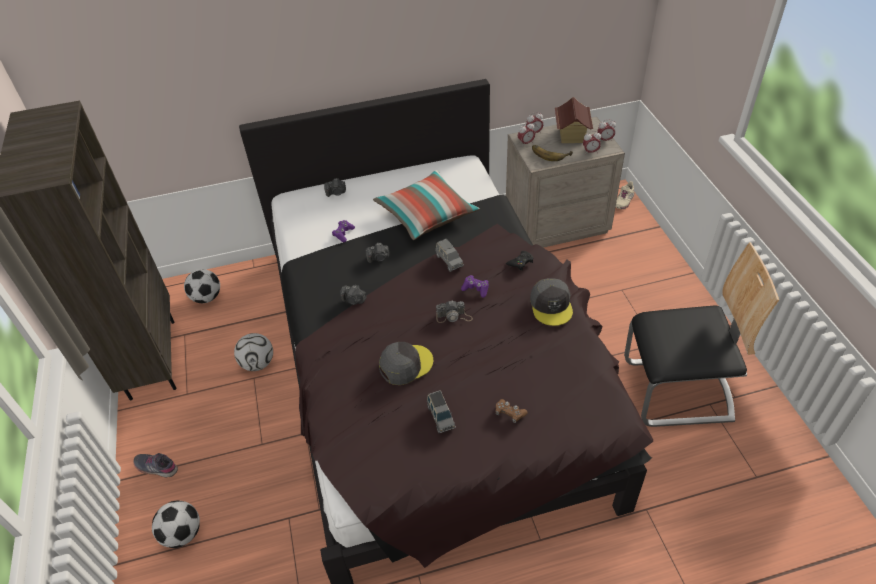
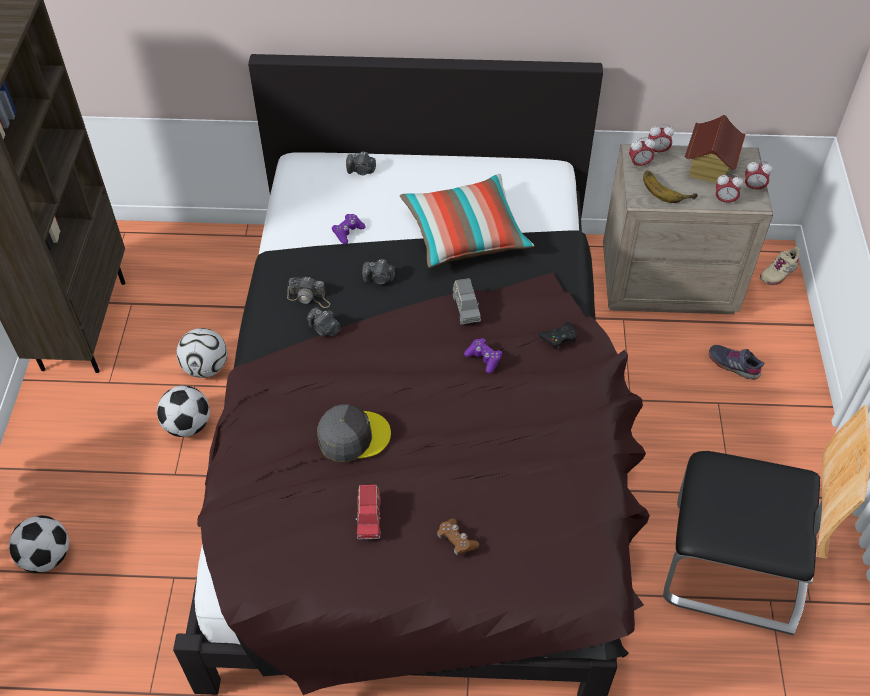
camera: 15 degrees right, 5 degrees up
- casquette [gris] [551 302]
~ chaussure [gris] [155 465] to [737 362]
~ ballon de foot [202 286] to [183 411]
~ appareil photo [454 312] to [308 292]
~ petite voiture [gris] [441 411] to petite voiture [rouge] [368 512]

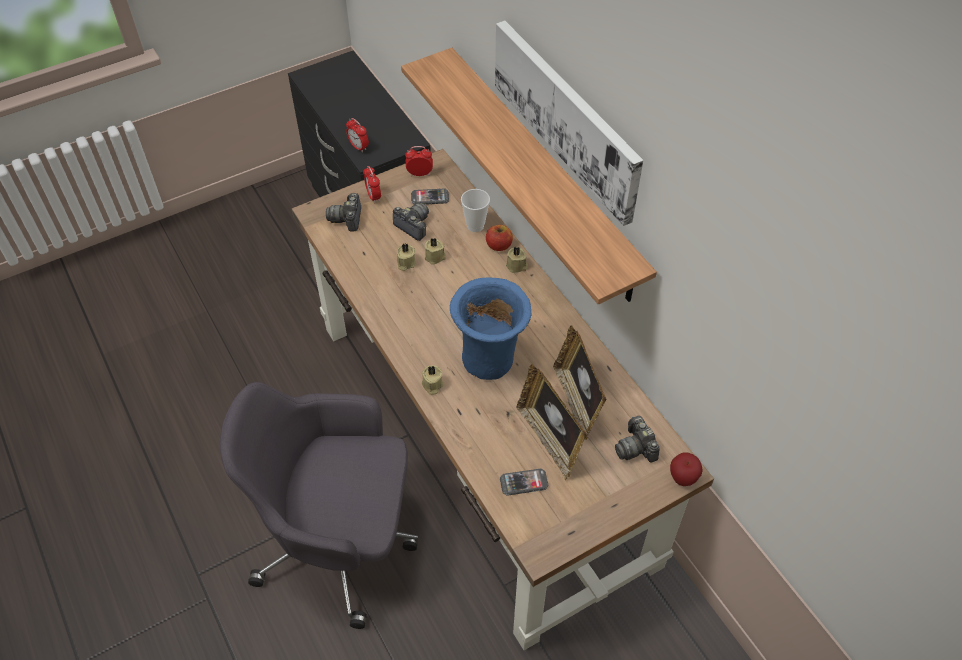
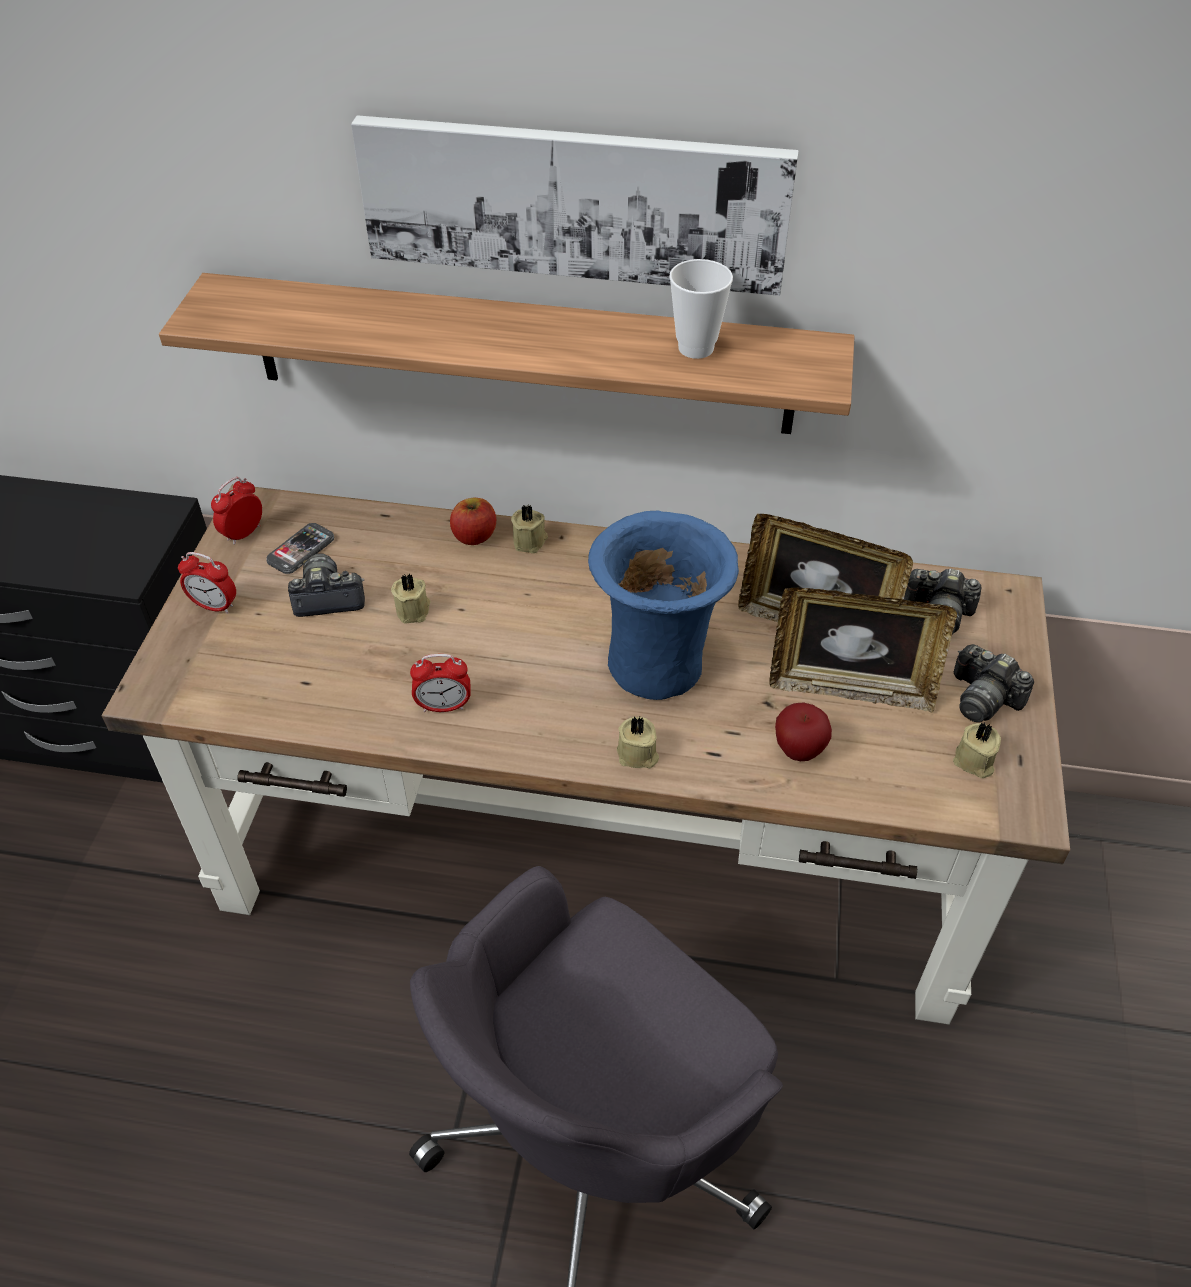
camera: 50 degrees left, 5 degrees down
- téléphone [524 482]
~ appareil photo [343 212] to [994 683]
~ réveil [357 135] to [440 683]
~ bougie [beige] [406 257] to [977 750]
~ tasse [475 210] to [701 309]
~ pomme [686 469] to [803 731]

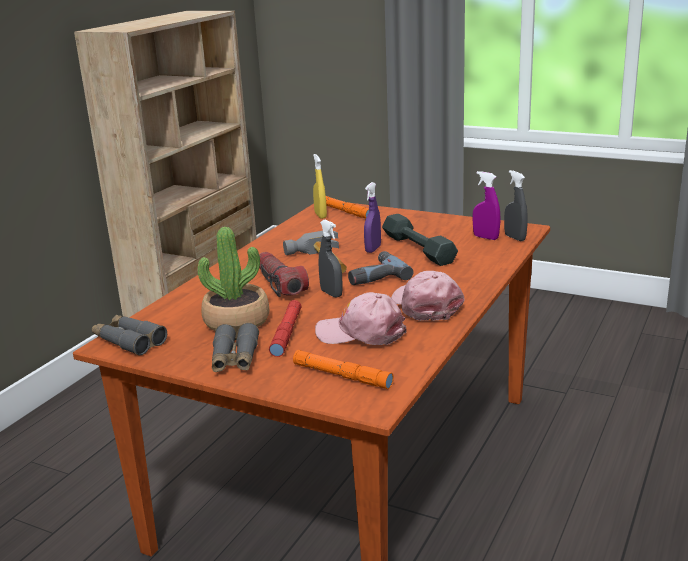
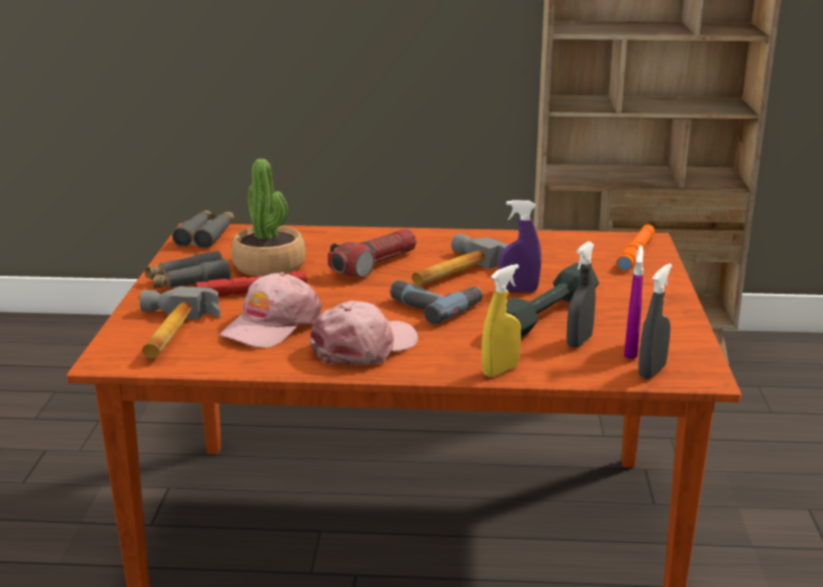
camera: 65 degrees right, 0 degrees up
~ vaporisateur [jaune] [320 186] to [501 320]
~ vaporisateur [gris] [330 259] to [581 294]
~ lampe de poche [orange] [343 369] to marteau [180 322]
~ casquette [rose] [361 318] = [271 310] 135 degrees counterclockwise

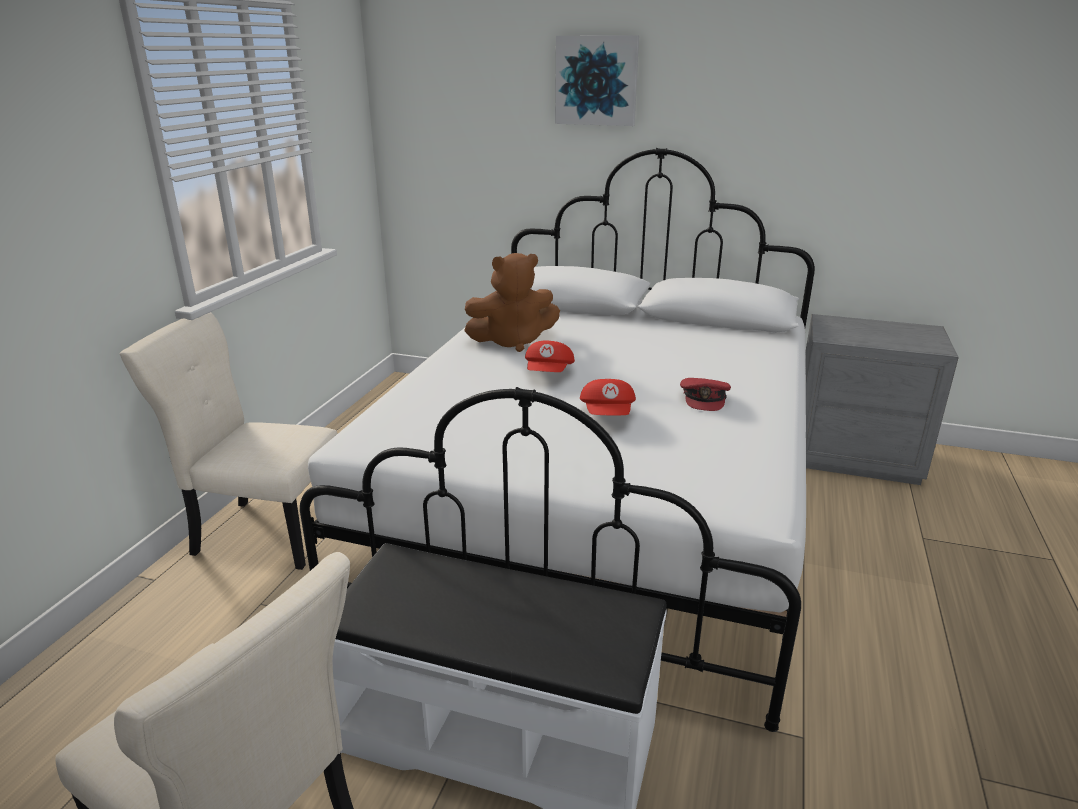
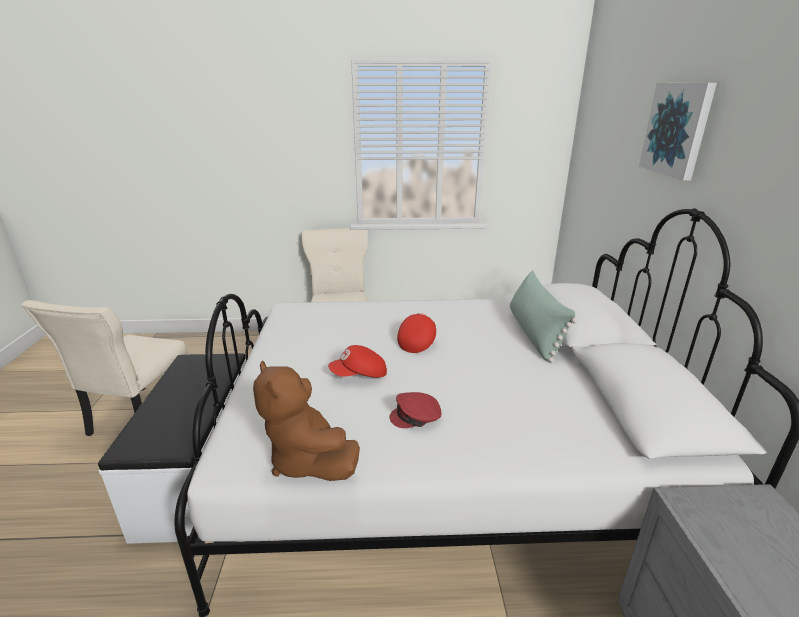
camera: 70 degrees right, 0 degrees up
+ coussin [vert] [544 316]
~ peluche [marron] [512 302] to [306 420]
~ casquette [rouge] [550 356] = [416 333] 120 degrees clockwise

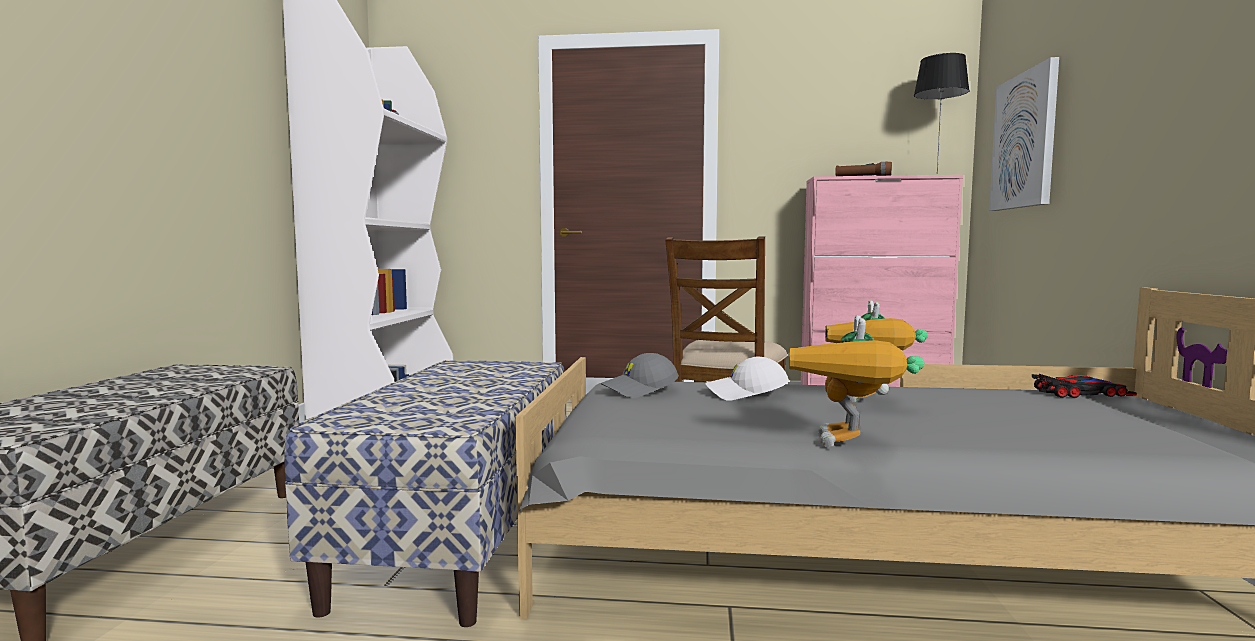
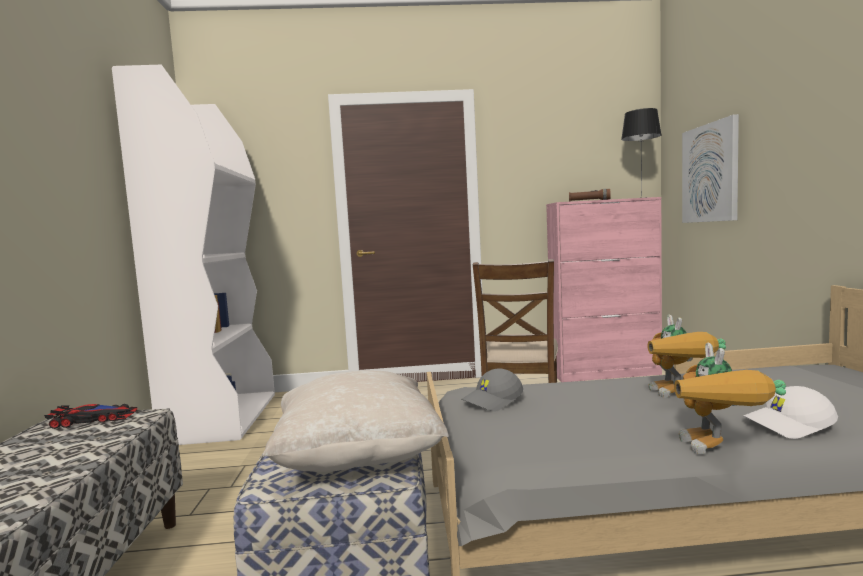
camera: 10 degrees left, 0 degrees up
+ coussin [beige] [356 421]
~ casquette [blanc] [747 378] to [790 412]
~ petite voiture [1084 386] to [91 416]

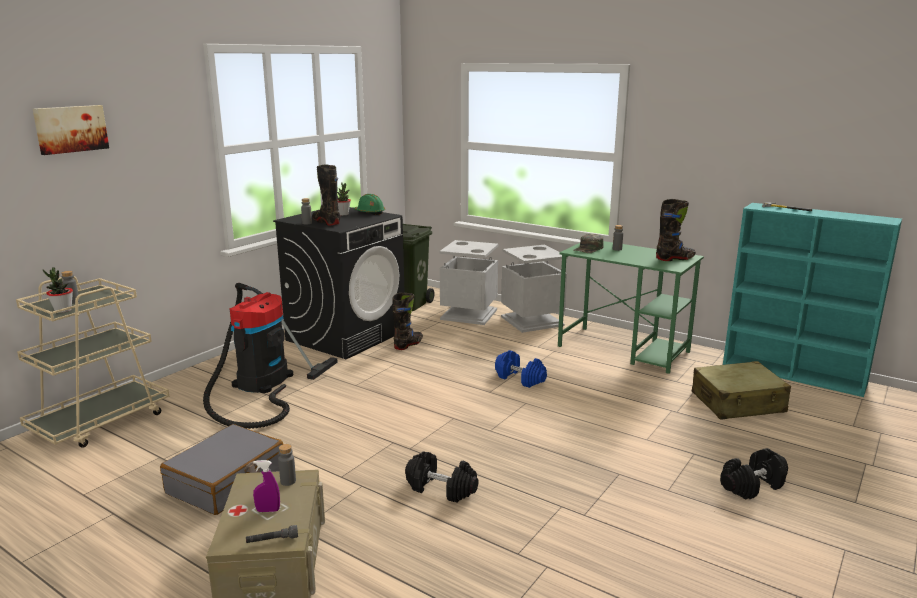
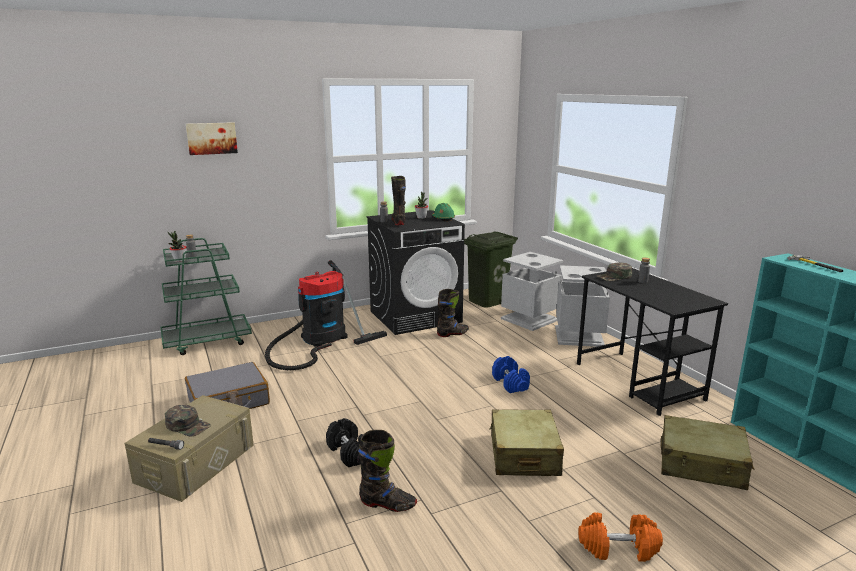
camera: 30 degrees right, 0 degrees up
- bouteille [gris] [287 465]
+ valise [beige] [526 442]
~ botte [noir] [676 230] to [387 471]
~ vaporisateur [violet] [266 486] to casquette [vert] [188 421]
~ chariot [beige] [92 362] to chariot [vert] [206 296]
~ bureau [vert] [631 307] to bureau [noir] [652 342]
~ haltère [noir] [754 474] to haltère [orange] [620 537]

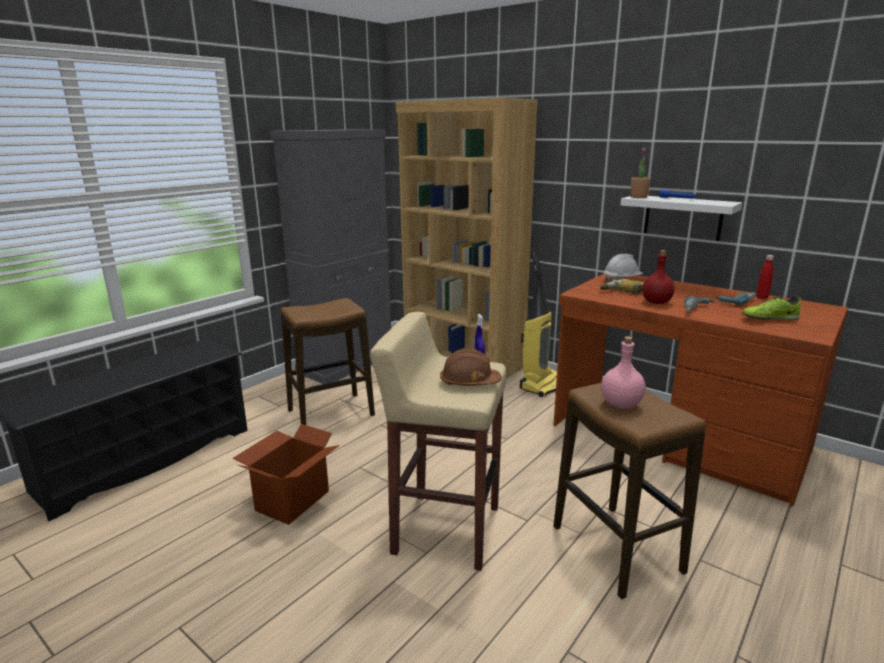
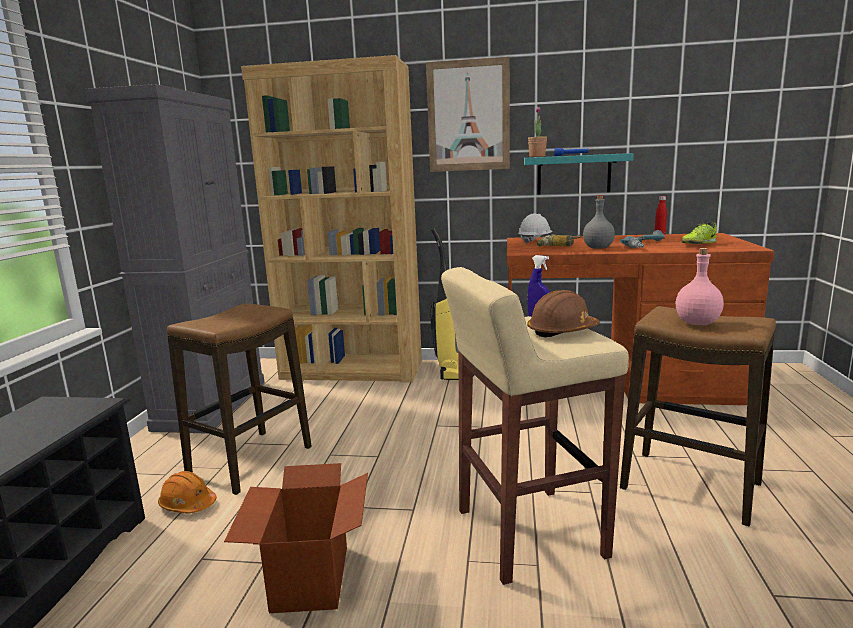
camera: 30 degrees left, 5 degrees down
+ casque de chantier [orange] [187 492]
+ tableau [468 114]
~ étagère [blanc] [681 218] to étagère [turquoise] [578 174]
~ bouteille [rouge] [658 277] to bouteille [gris] [599 222]

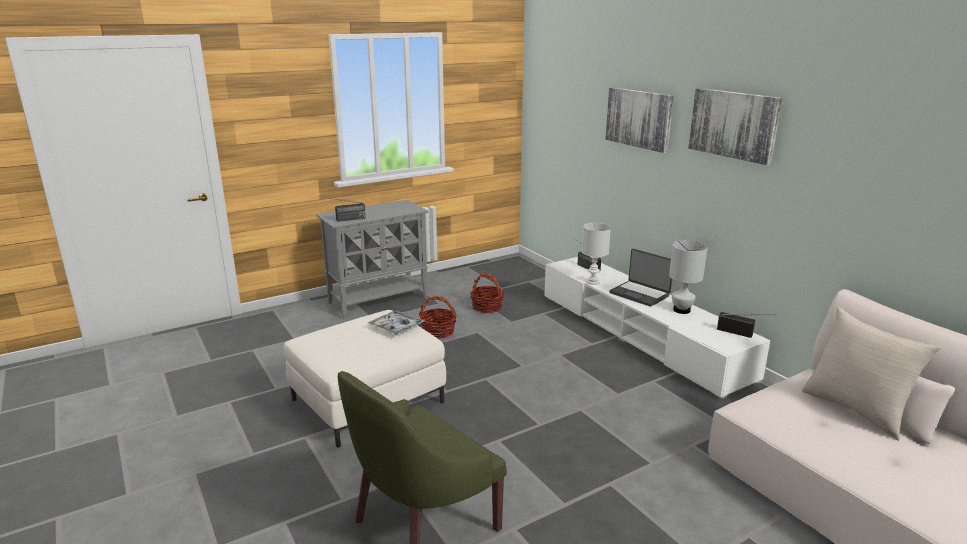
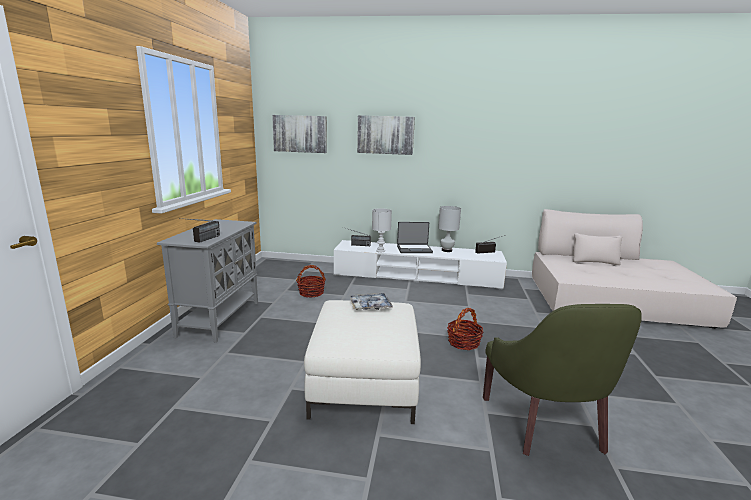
camera: 50 degrees left, 5 degrees down
- coussin [beige] [872 374]
~ panier [437 317] to [465 329]
~ tableau [735 126] to [299 134]

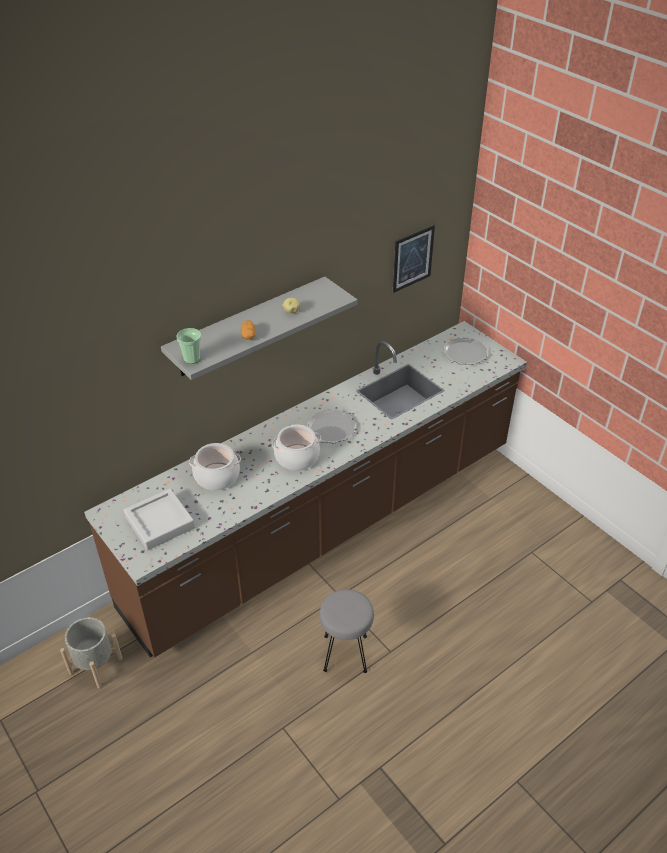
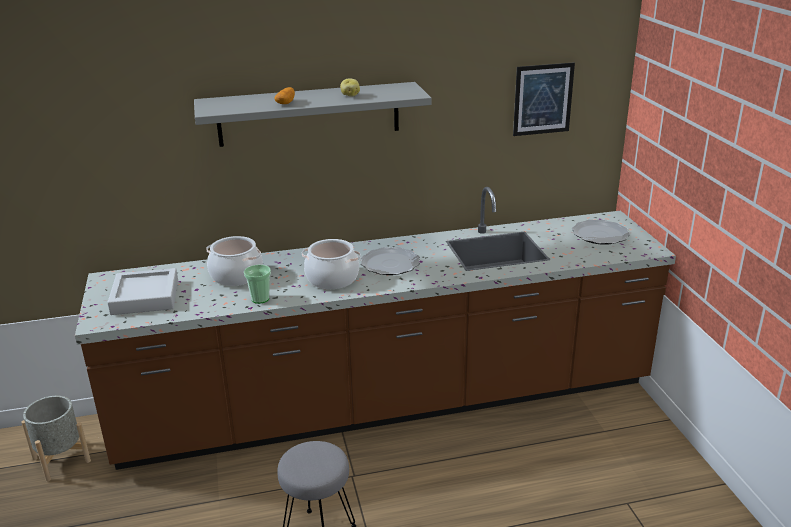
camera: 25 degrees right, 15 degrees down
~ tasse [188 346] to [257 284]

